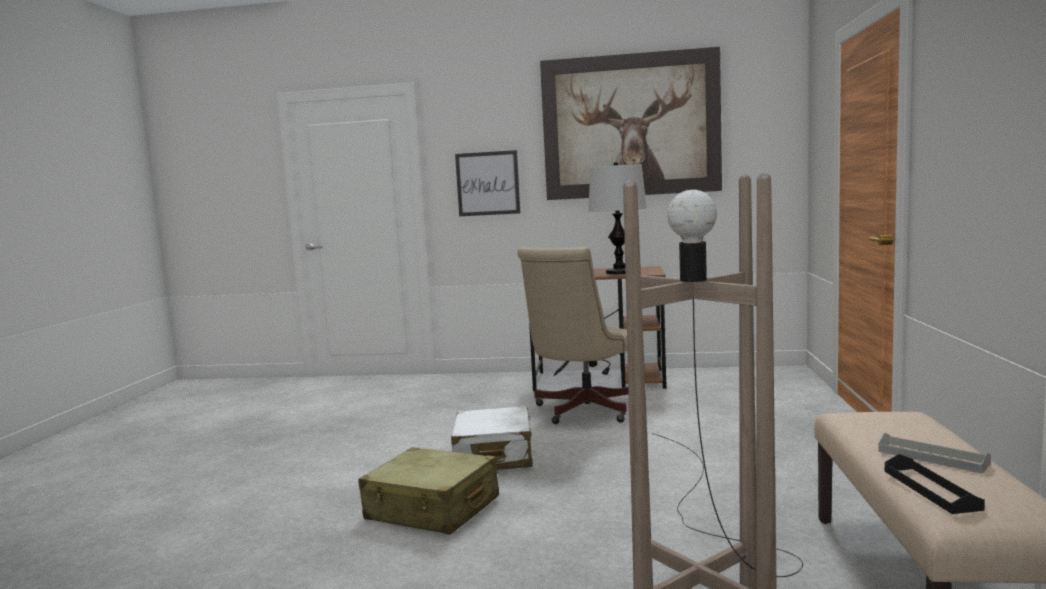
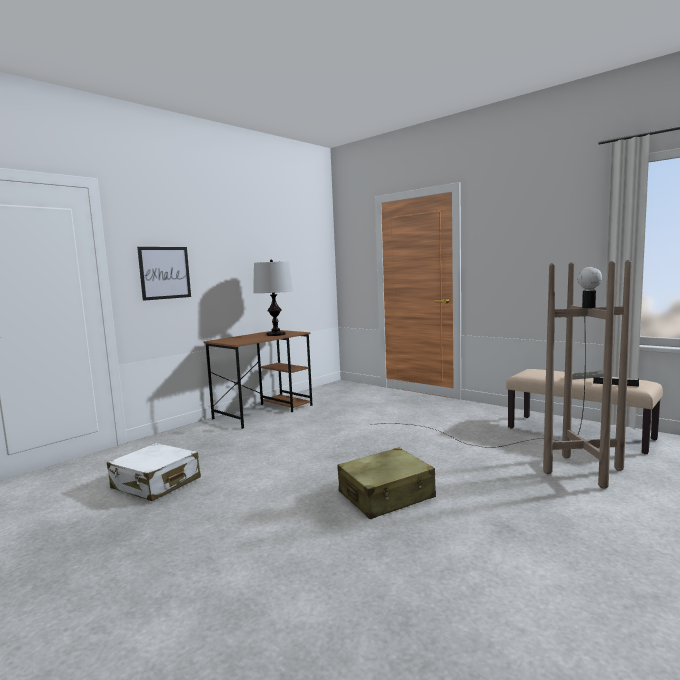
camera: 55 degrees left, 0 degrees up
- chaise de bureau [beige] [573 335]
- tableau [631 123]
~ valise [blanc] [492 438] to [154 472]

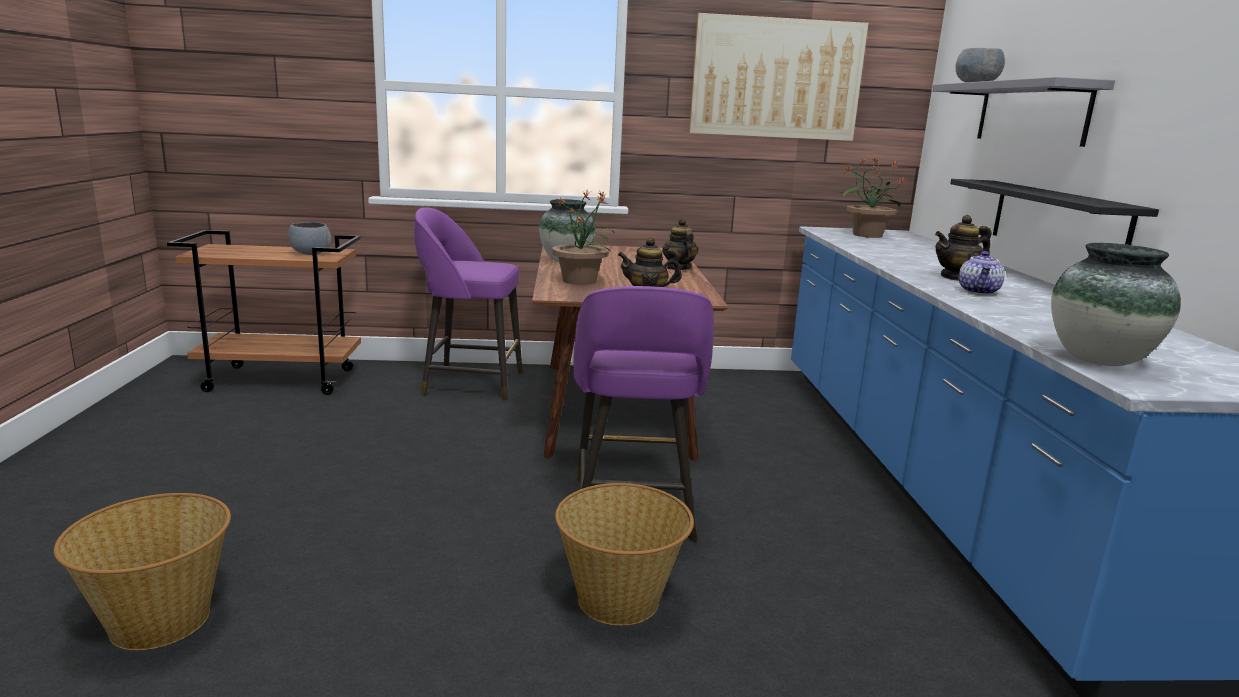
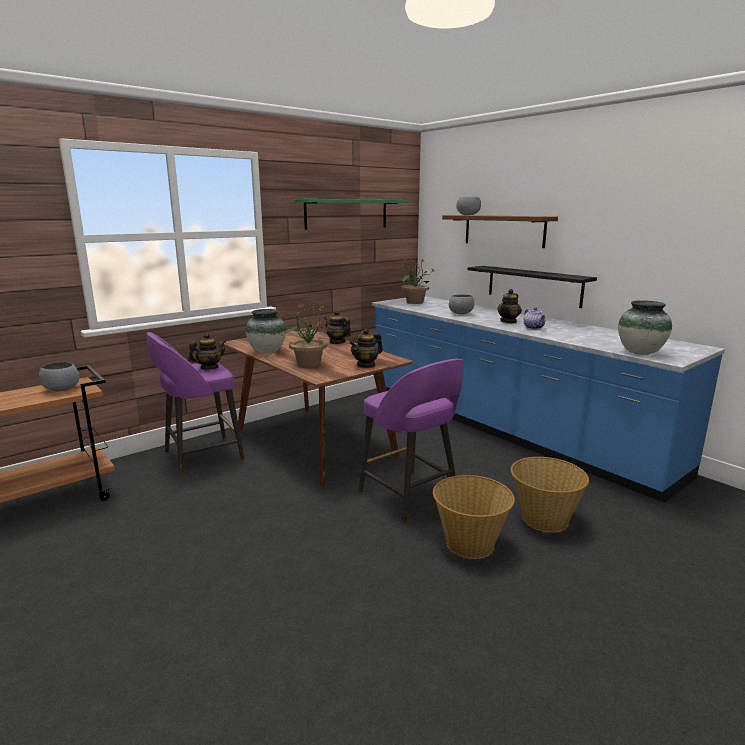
camera: 35 degrees left, 0 degrees up
+ théière [207 351]
+ bol [gris] [461 304]
~ panier [142 571] to [550 494]
~ tableau [779 77] to étagère [vert] [351 214]
~ étagère [gris] [1024 112] to étagère [marron] [500 231]

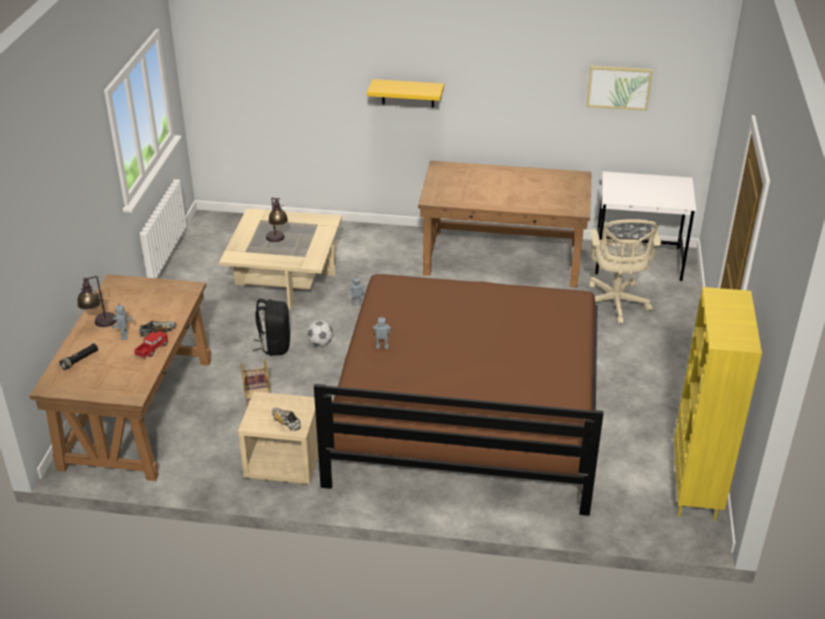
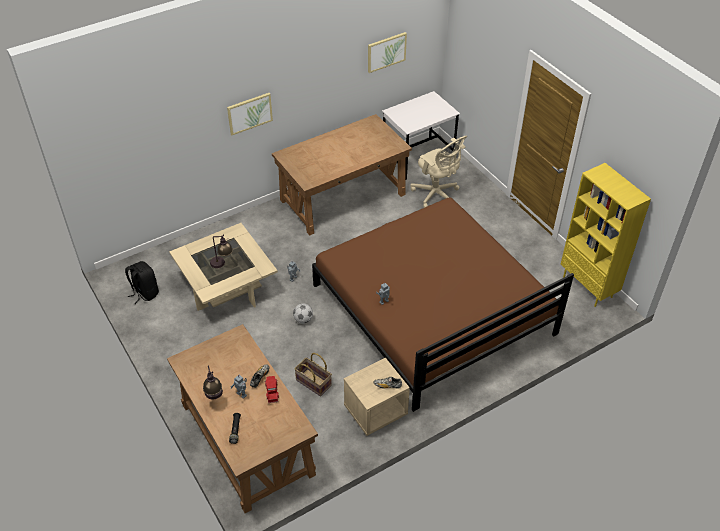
camera: 40 degrees left, 10 degrees up
~ sac à dos [noir] [271 327] to [142 282]
~ étagère [jaune] [405 93] to tableau [250 114]

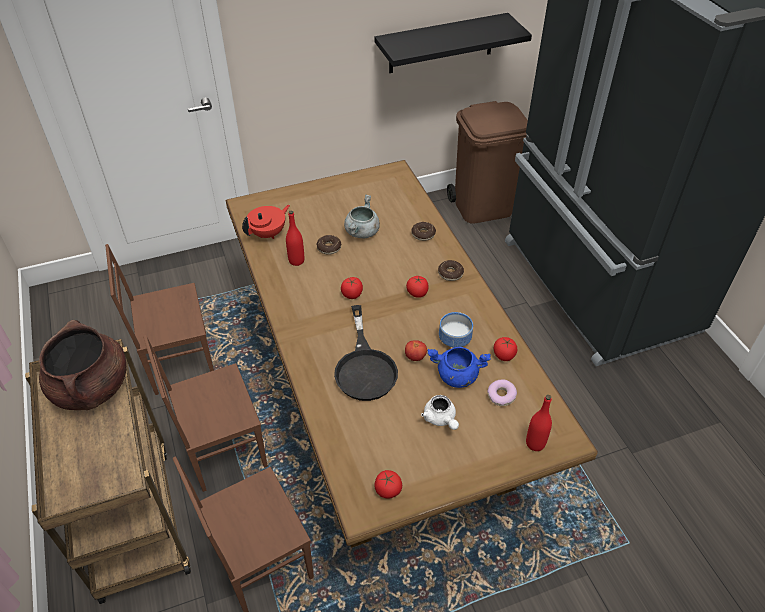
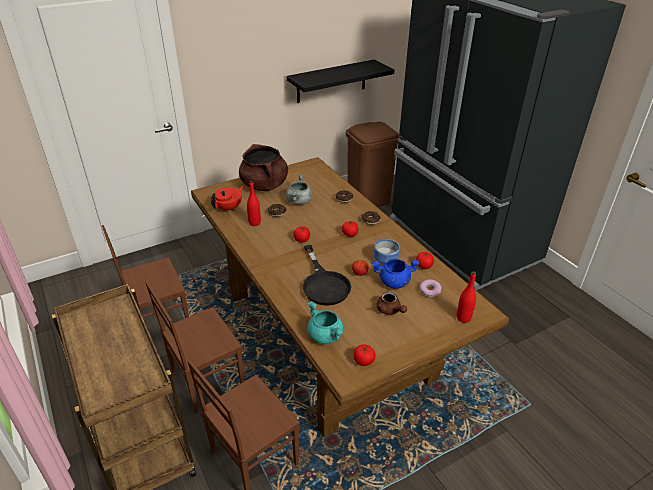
camera: 10 degrees left, 10 degrees down
+ marmite [turquoise] [325 322]
~ marmite [marron] [82 365] to [263 167]
~ théière [blanc] [440 412] to théière [marron] [392 303]

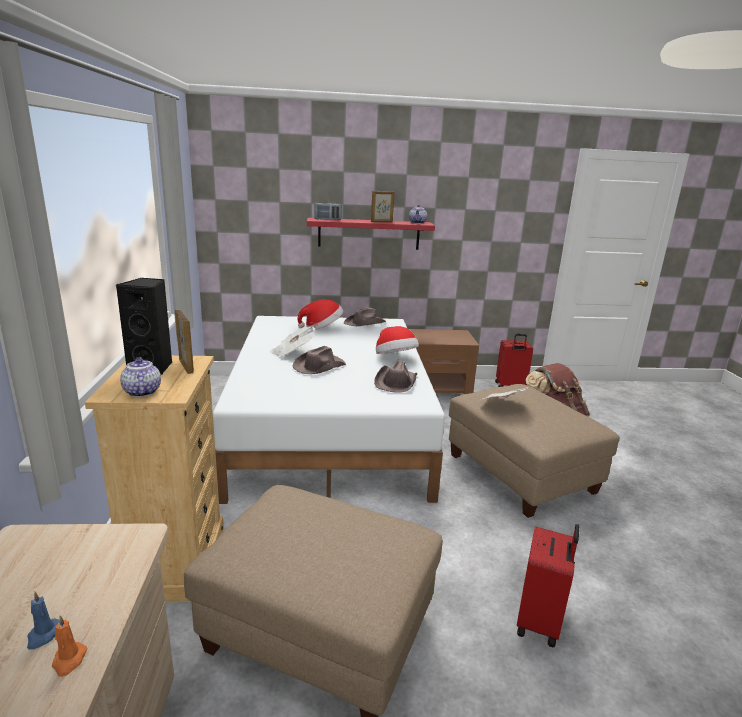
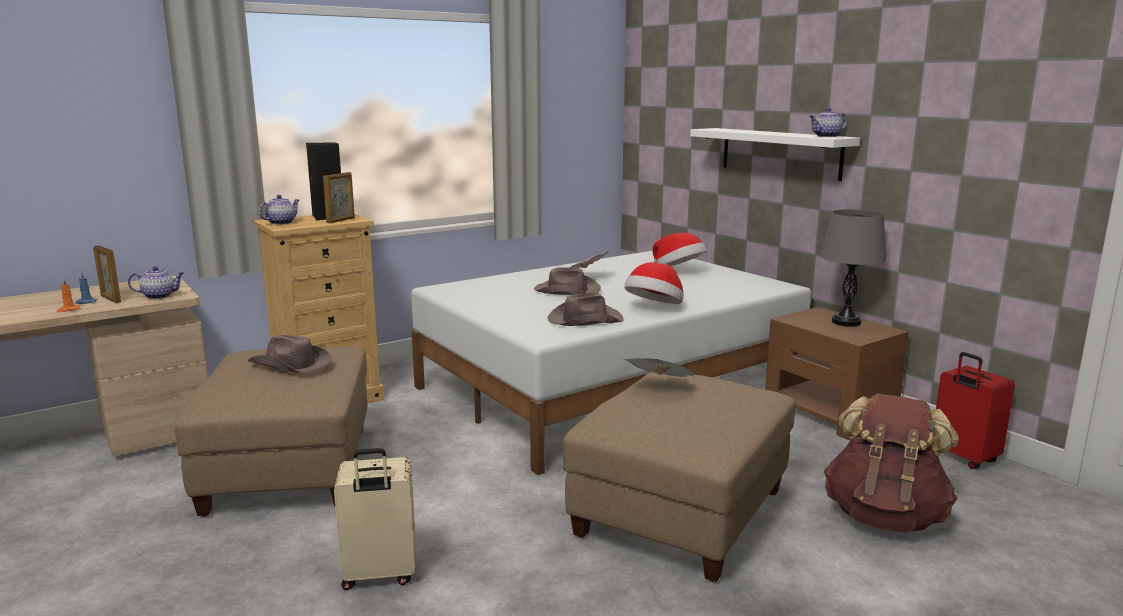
camera: 60 degrees right, 5 degrees down
- radio [328 210]
+ théière [156 282]
+ lampe de table [gris] [853 268]
~ chapeau [marron] [365 316] to [289 354]
~ cadre photo [383 206] to [107 274]
~ étagère [rouge] [371 234] to étagère [blanc] [775 154]
~ valise [rouge] [548 586] to valise [beige] [375 519]

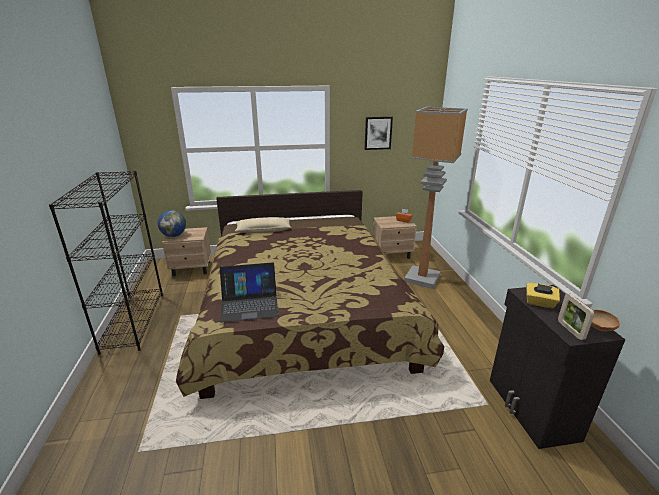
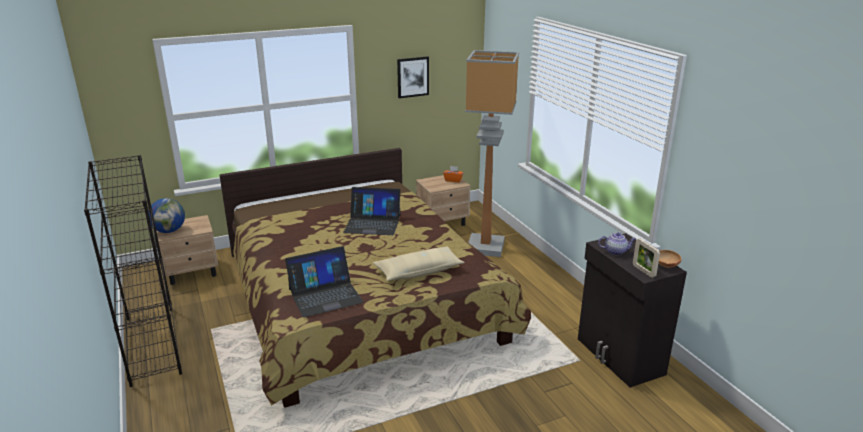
camera: 15 degrees left, 0 degrees up
+ ordinateur portable [371 211]
~ coussin [beige] [263 225] to [419 264]
~ boîte à mouchoirs [jaune] [543 296] to théière [617 244]

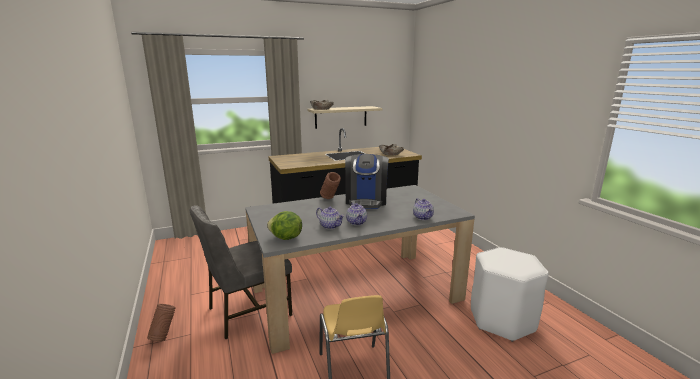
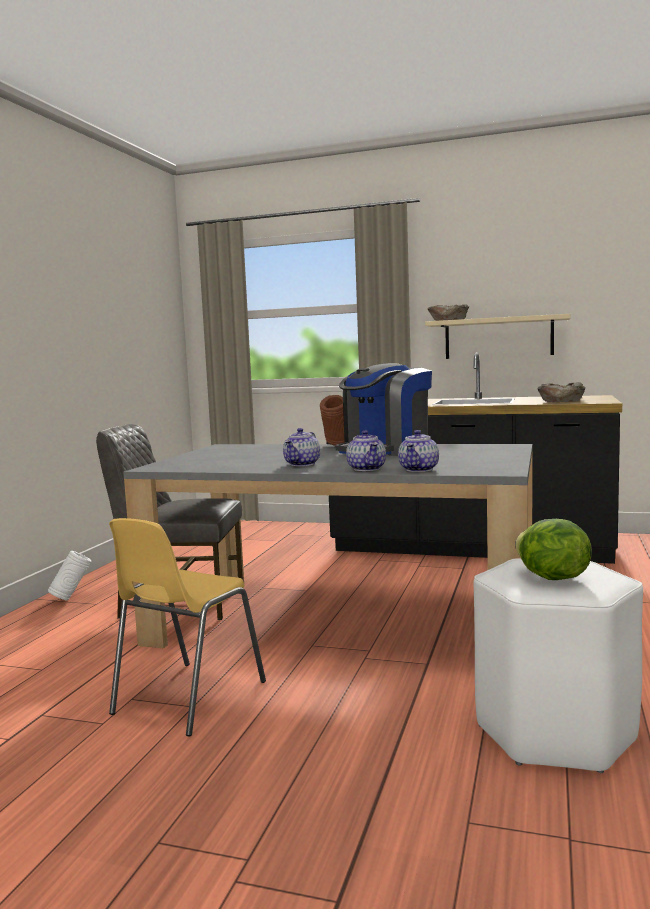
camera: 40 degrees right, 10 degrees down
~ laitue [284 225] to [553 549]
~ théière [330 218] to [366 450]
~ vase [marron] [161 322] to vase [blanc] [69 575]

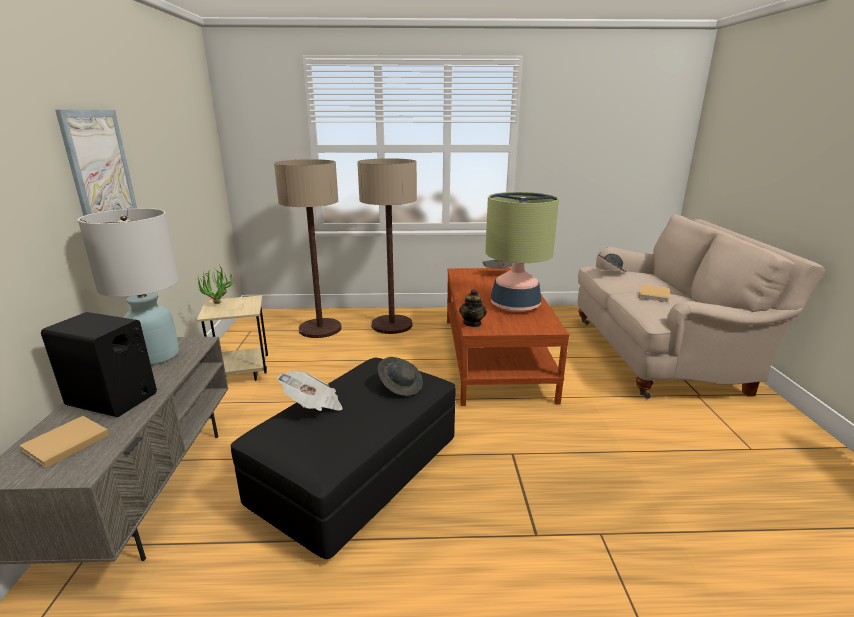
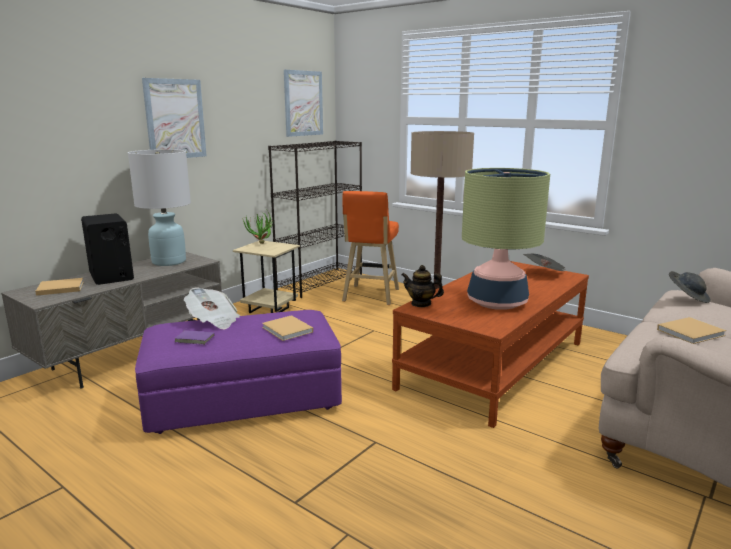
camera: 40 degrees right, 5 degrees down
+ livre [violet] [195 336]
+ bibliothèque [noir] [315 219]
+ tableau [303 103]
~ lampadaire [308 248] to tabouret [orange] [370 248]
~ chapeau [gris] [400 376] to livre [beige] [287 328]
~ pouf [noir] [343 458] to pouf [violet] [238 372]
~ théière [473 308] = [423 286] 60 degrees clockwise

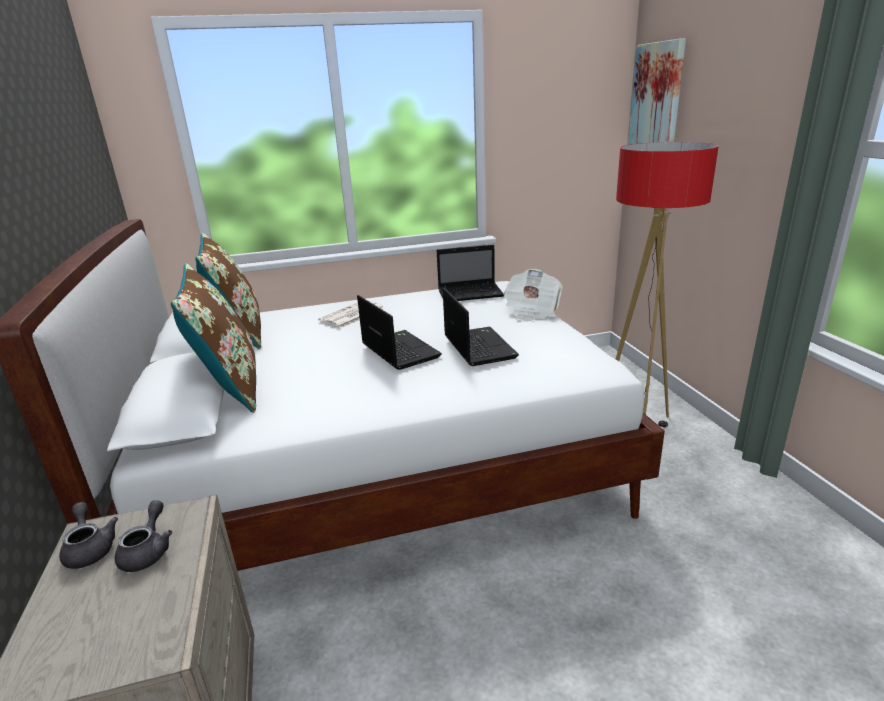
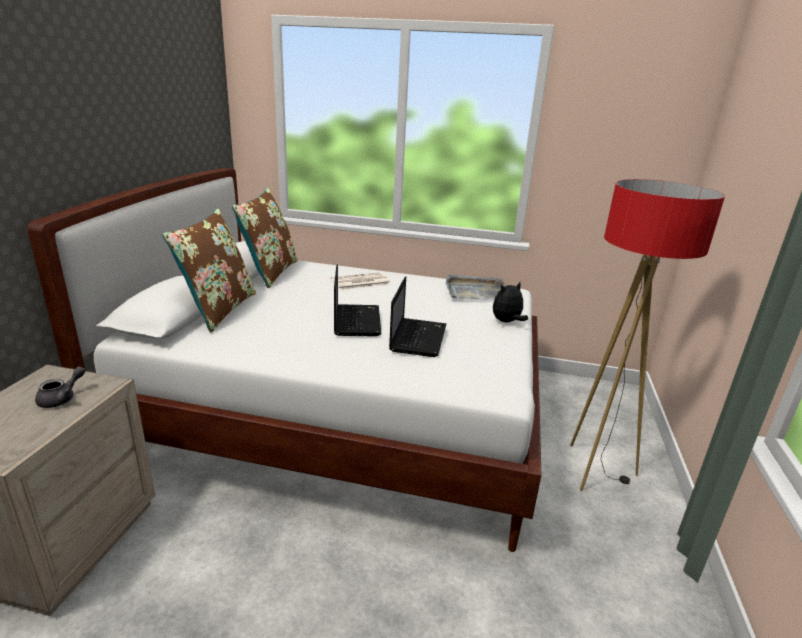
camera: 25 degrees right, 0 degrees up
- théière [gris] [88 535]
- tableau [657 91]
~ ordinateur portable [470 273] to plateau [gris] [476 287]
~ journal [533 295] to peluche [510 302]

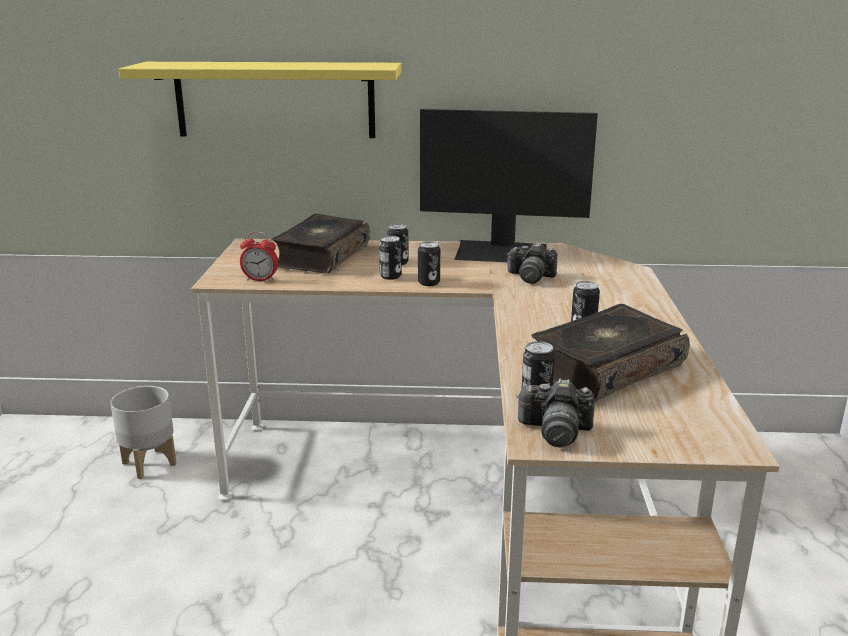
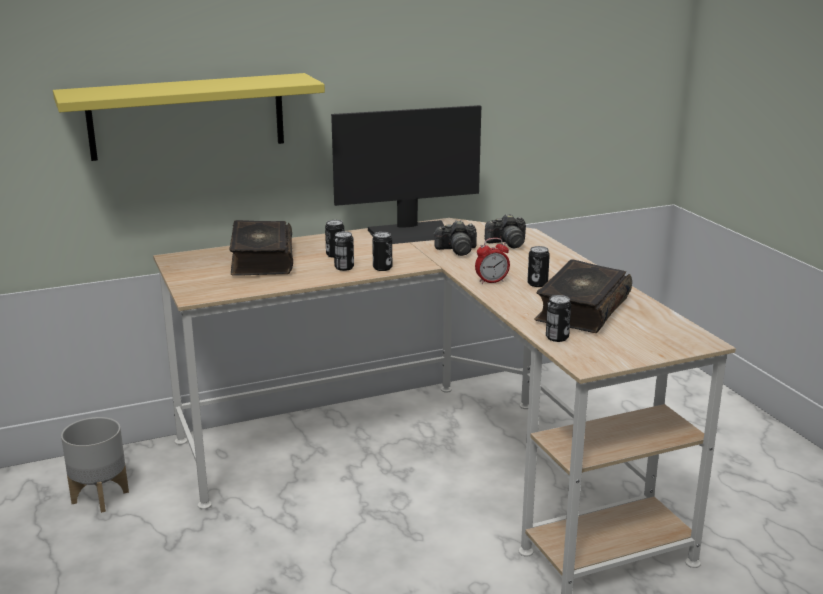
camera: 25 degrees left, 0 degrees up
~ réveil [259 257] to [492 261]
~ appareil photo [555 413] to [505 231]

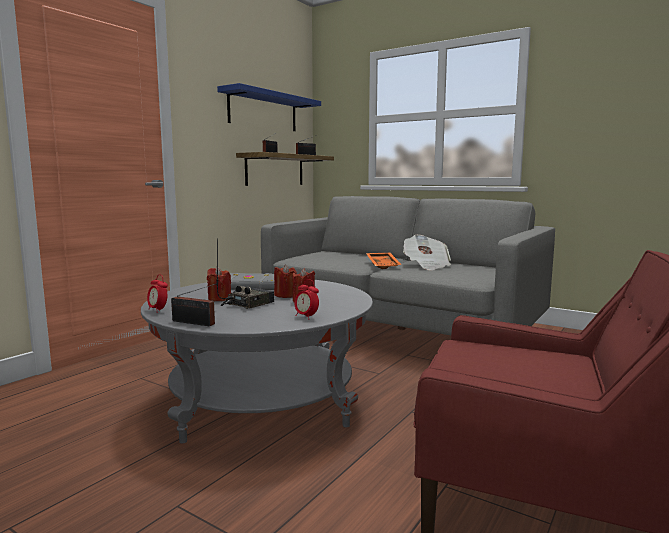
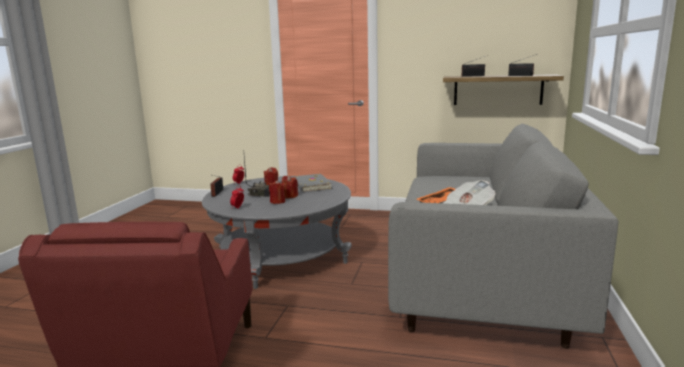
camera: 70 degrees right, 5 degrees up
- étagère [bleu] [269 107]

